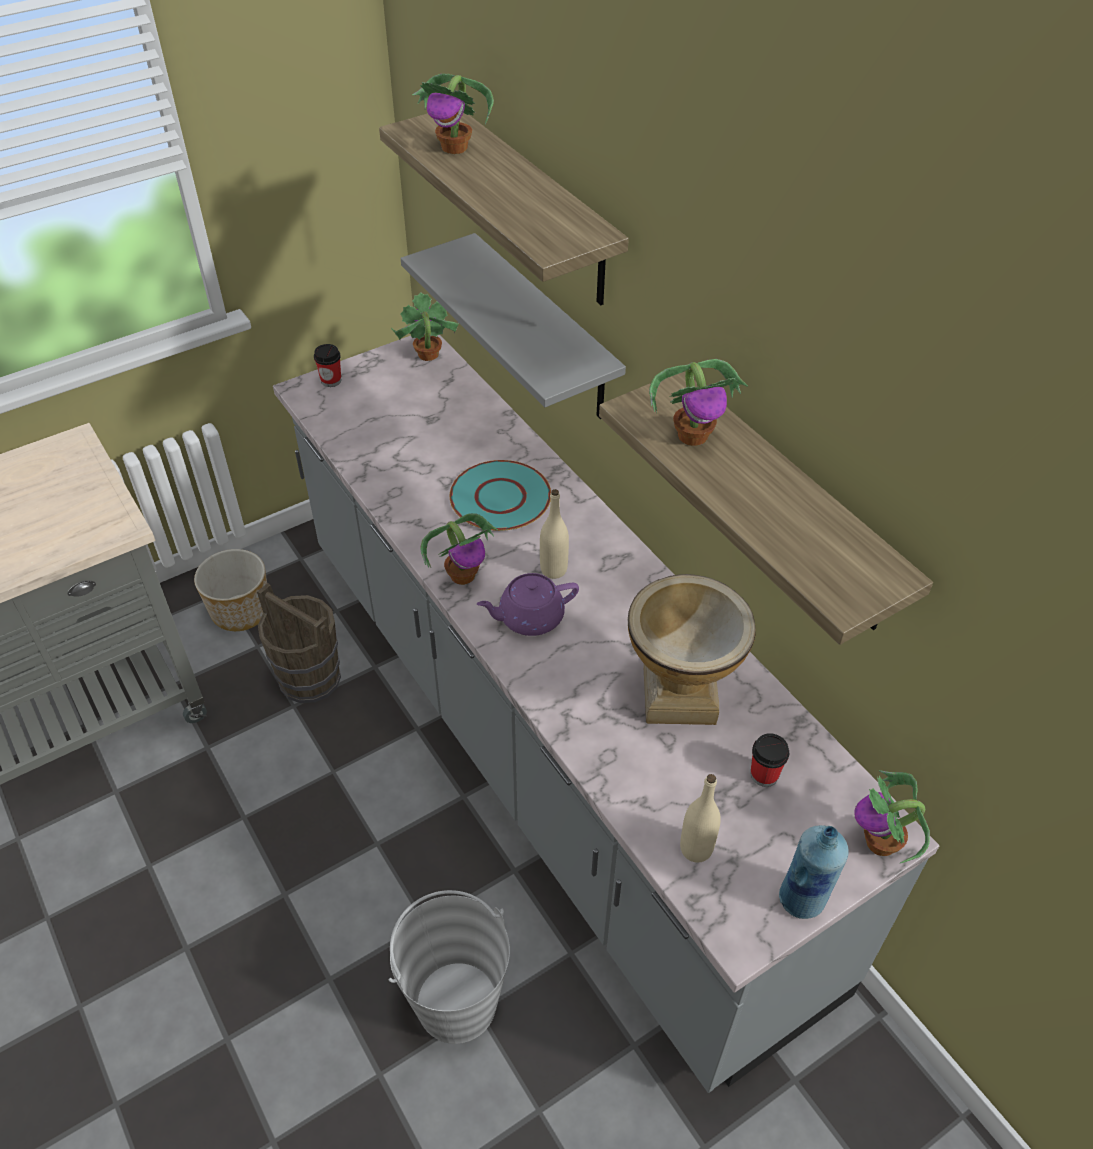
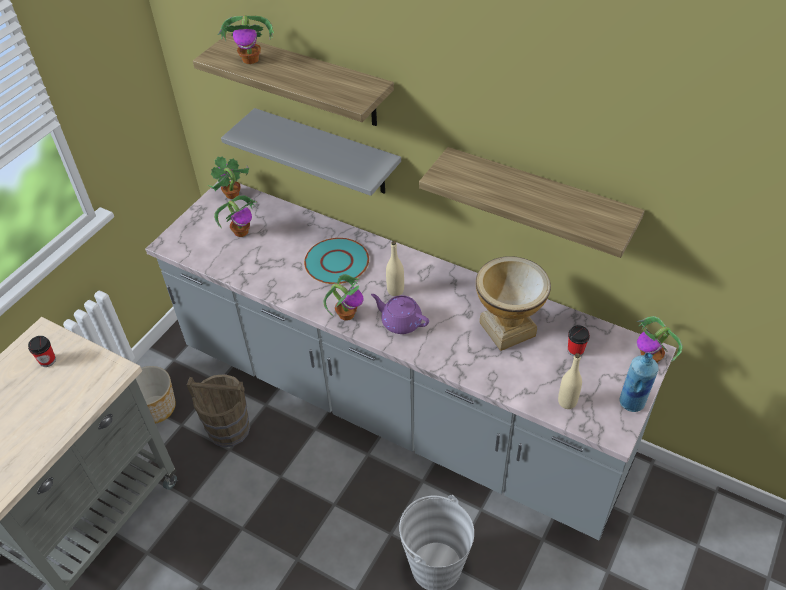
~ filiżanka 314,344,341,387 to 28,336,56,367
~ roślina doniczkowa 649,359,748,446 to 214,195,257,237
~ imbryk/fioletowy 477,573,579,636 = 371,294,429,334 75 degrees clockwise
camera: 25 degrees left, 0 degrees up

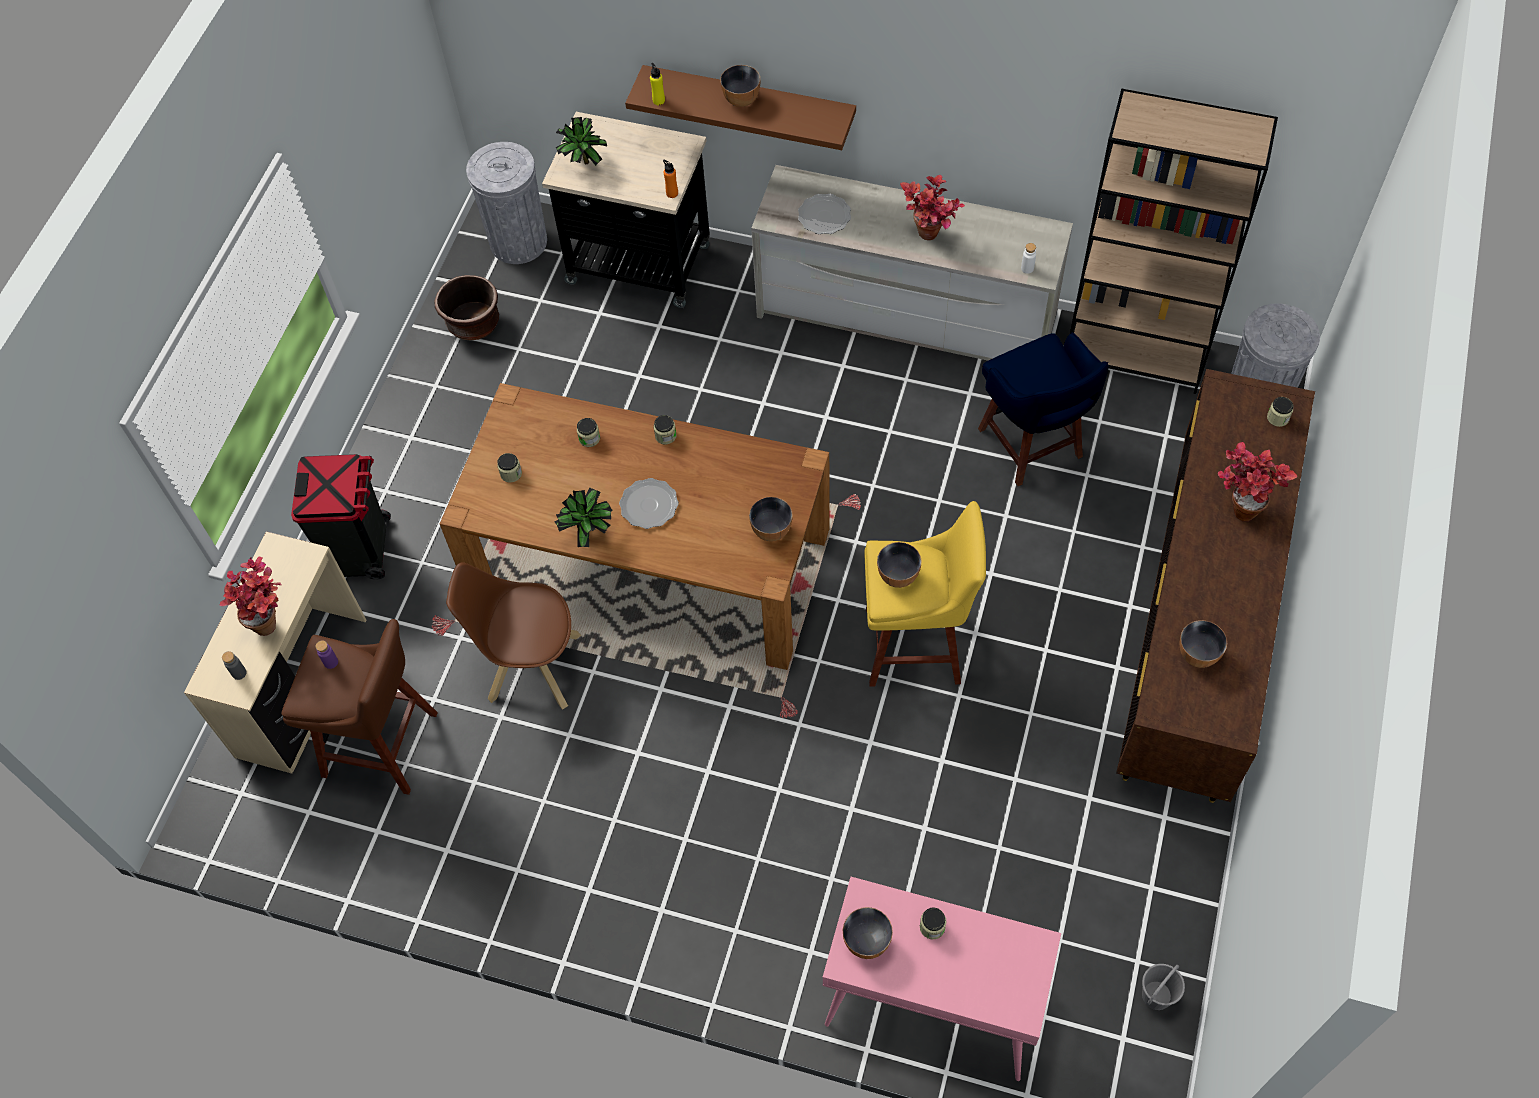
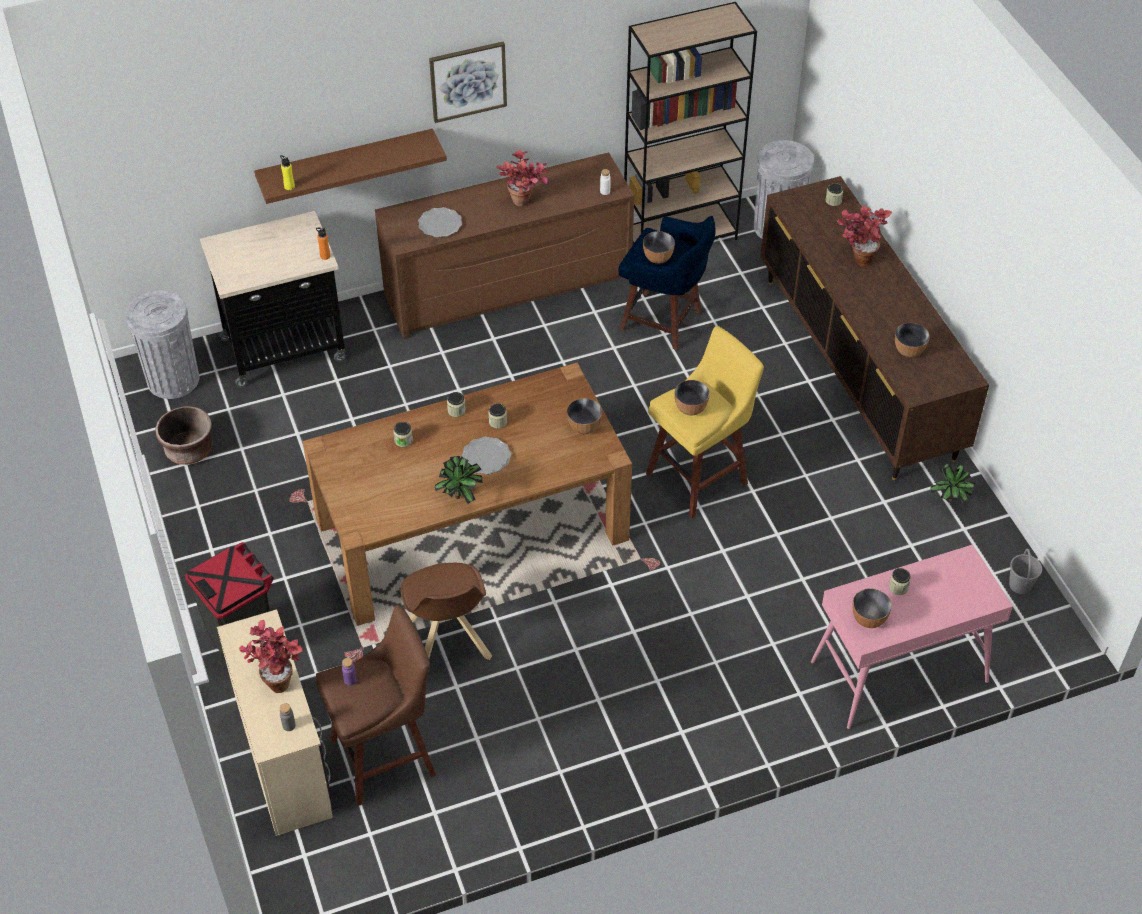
+ obraz 429,42,507,123
~ słoik 497,453,522,483 to 488,403,507,429
~ roślina doniczkowa 556,117,607,166 to 931,463,976,503
~ miska 720,65,760,107 to 643,231,675,264
~ komoda/biały 751,165,1073,361 to komoda/brązowy 375,152,634,339
~ krzesło/brązowy 446,562,581,710 = 401,563,492,660 75 degrees counterclockwise
camera: 40 degrees left, 10 degrees down

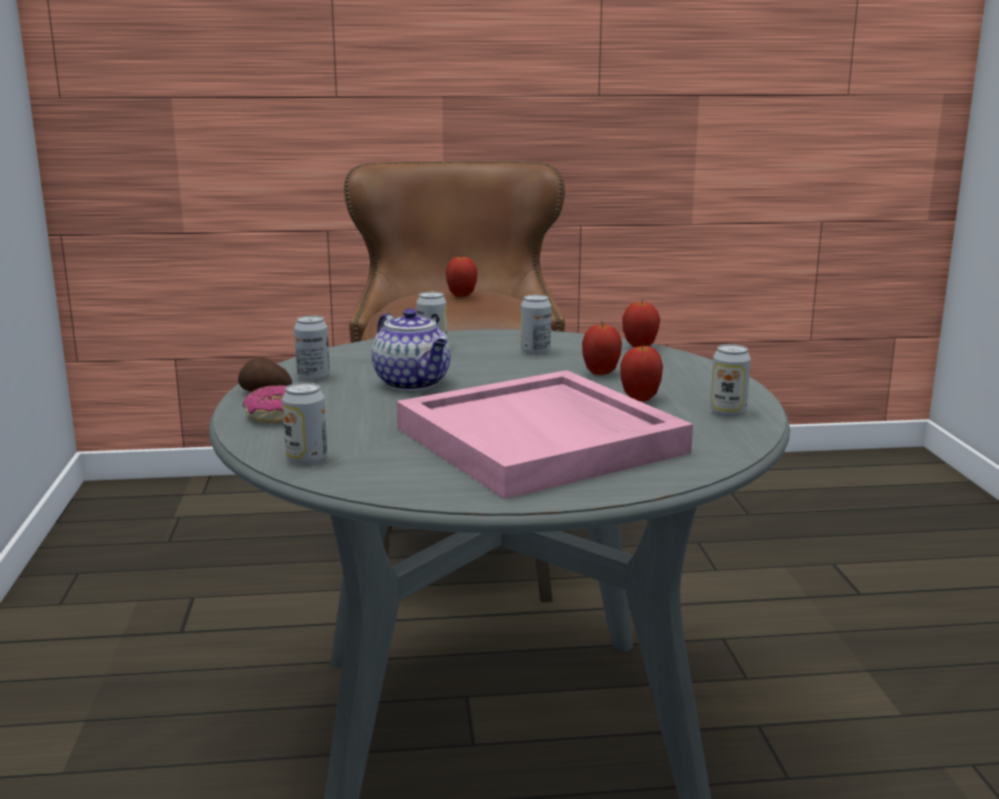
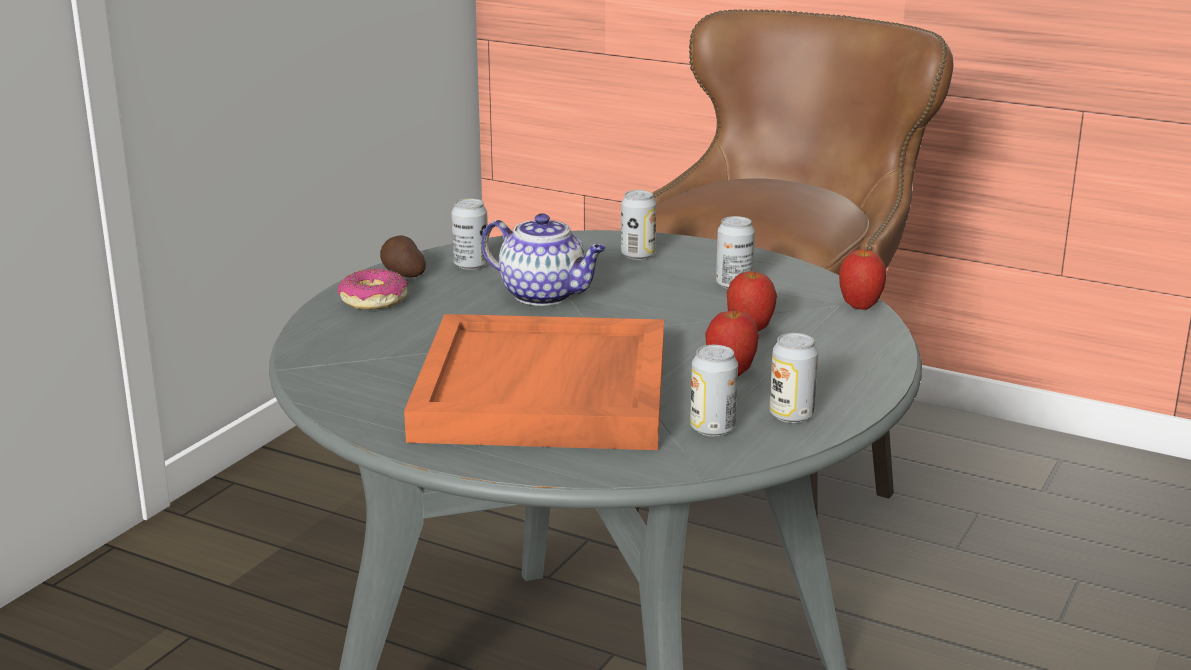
- jabłko 446,256,478,297
~ puszka 282,382,327,465 to 690,345,738,436
~ taca/różowy 396,370,693,499 to taca/pomarańczowy 404,314,664,450
~ imbryk 371,308,451,391 = 481,213,606,306 60 degrees counterclockwise
camera: 35 degrees right, 5 degrees up

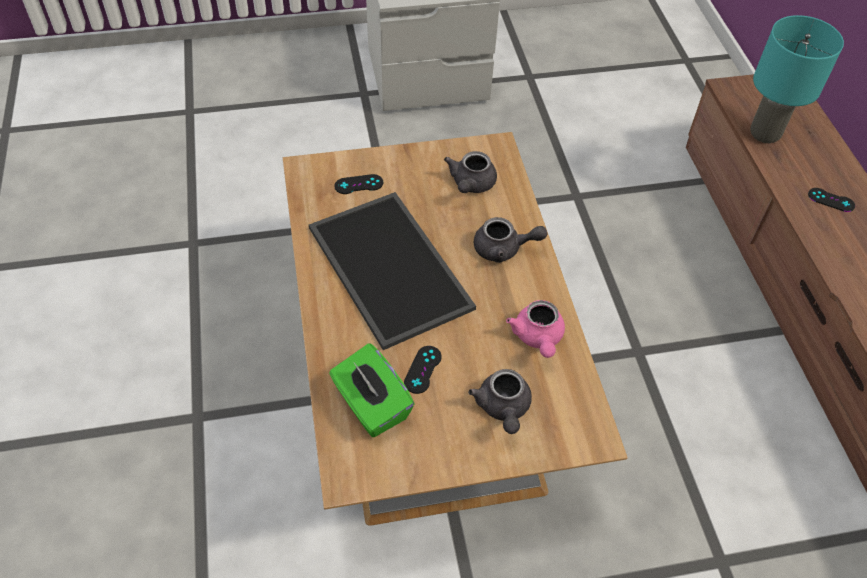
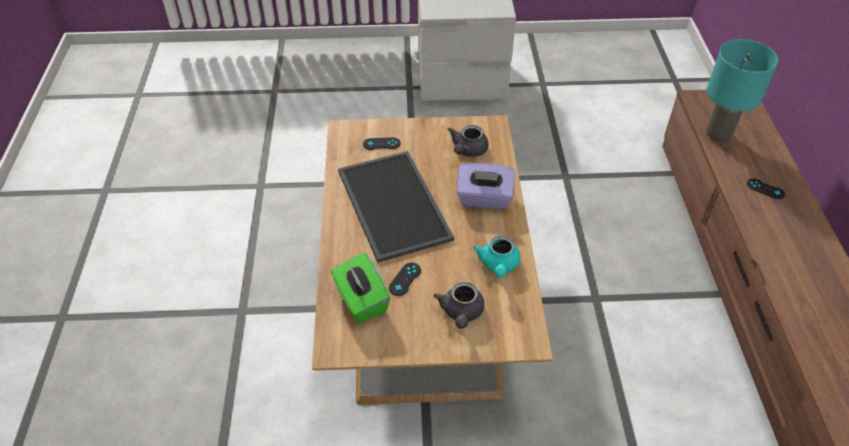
~ imbryk/szary 474,217,547,263 to pudełko chusteczek/fioletowy 457,163,515,209
~ imbryk/różowy 506,300,565,358 to imbryk/turkusowy 473,235,520,277
camera: 10 degrees right, 5 degrees down

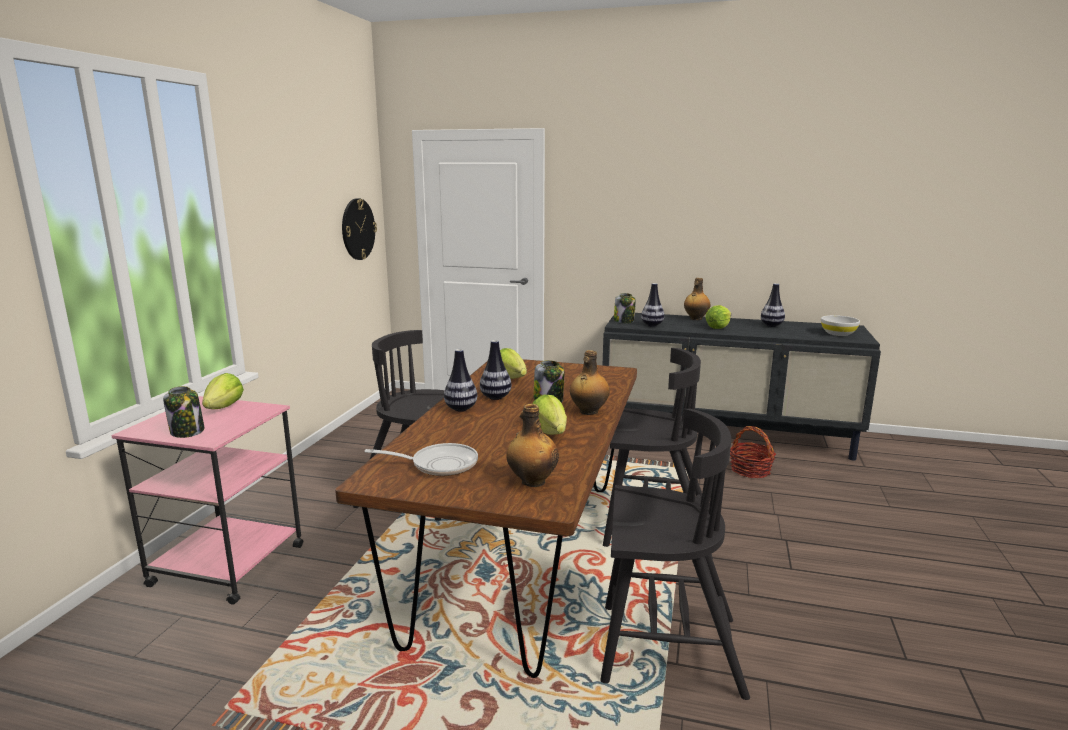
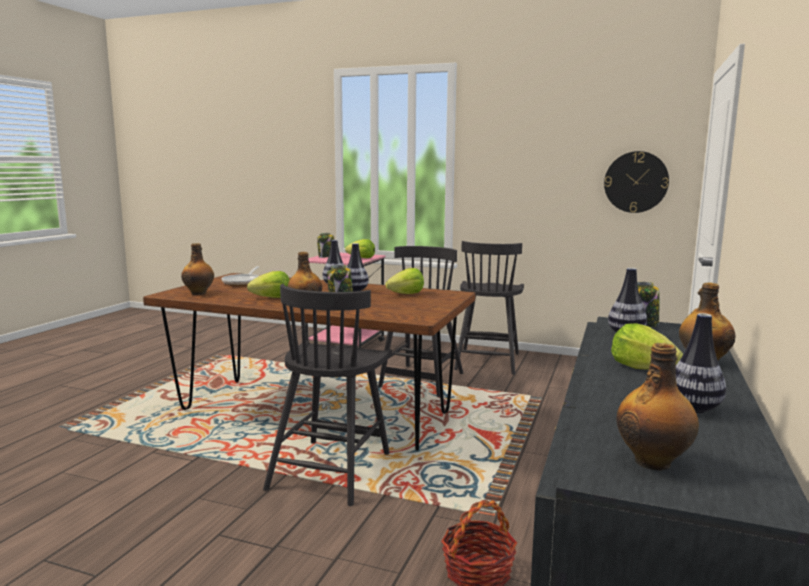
~ krzesło/czarny 600,409,750,700 to 454,241,524,375
~ miska/biały 821,315,860,336 to butelka 617,343,699,471
camera: 95 degrees right, 5 degrees down

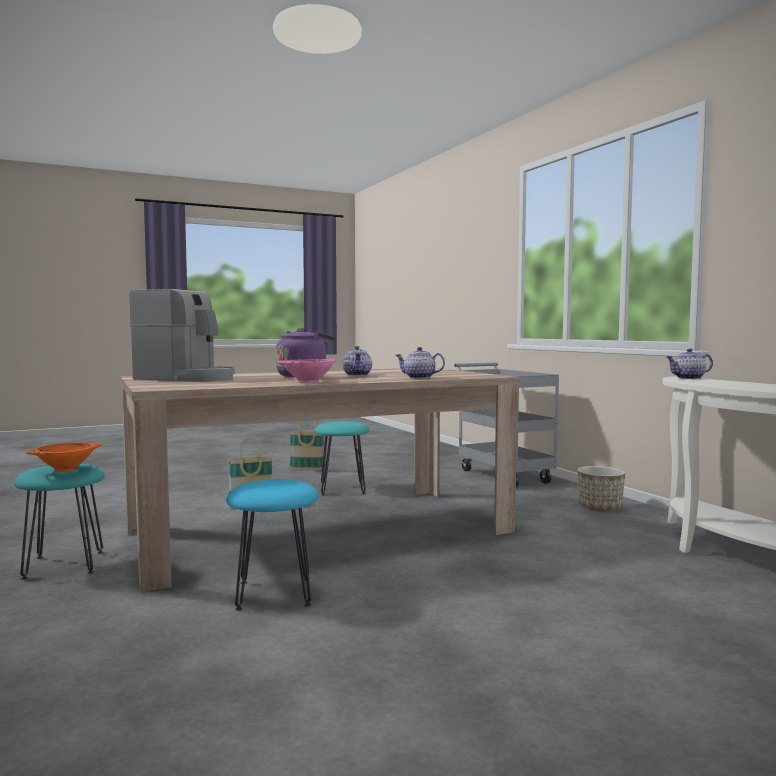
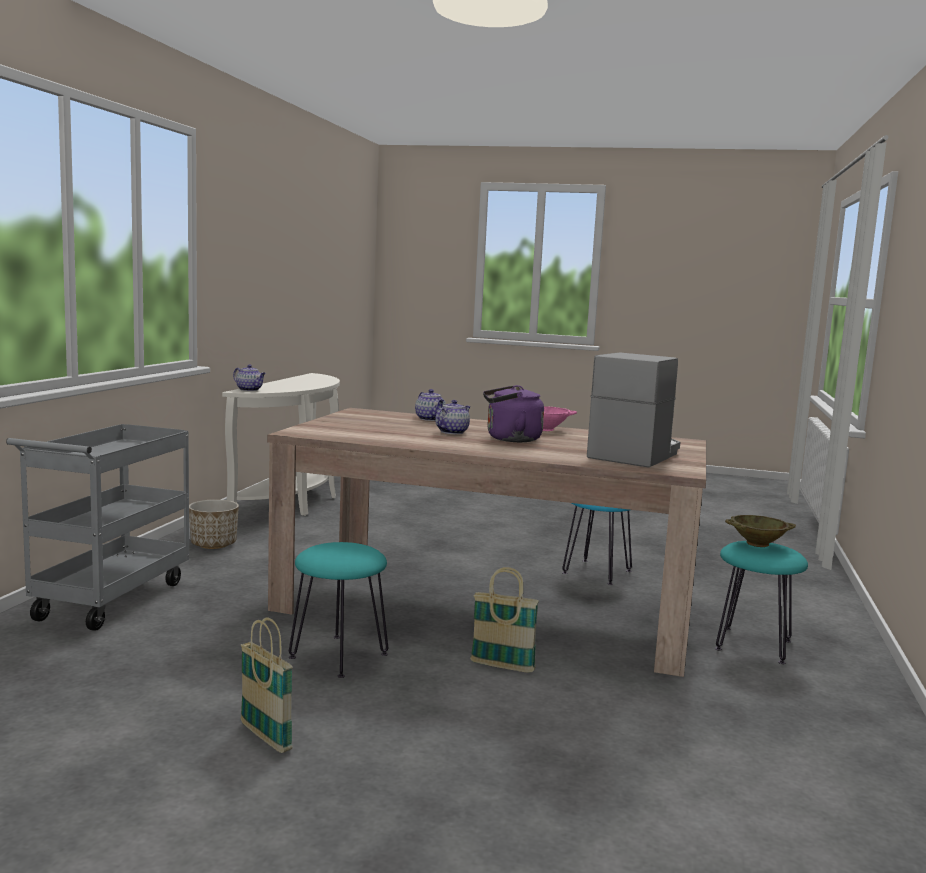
~ miska/pomarańczowy 26,443,102,472 to miska/beżowy 725,515,796,547
~ ekspres do kawy 129,289,235,382 = 587,353,680,468 60 degrees clockwise
camera: 140 degrees left, 5 degrees up

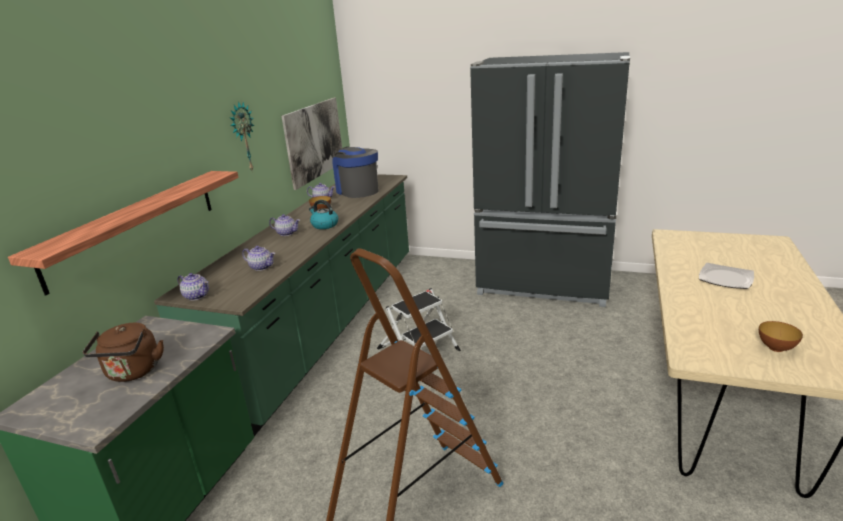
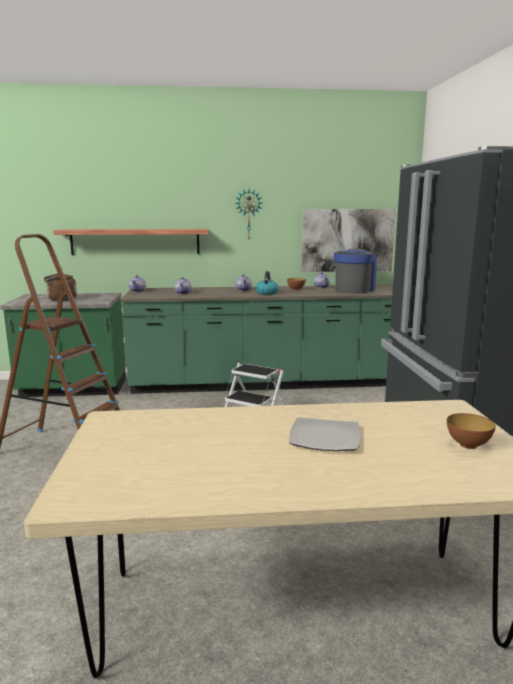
~ miska 759,321,803,352 to 447,413,496,449
camera: 65 degrees right, 10 degrees down

